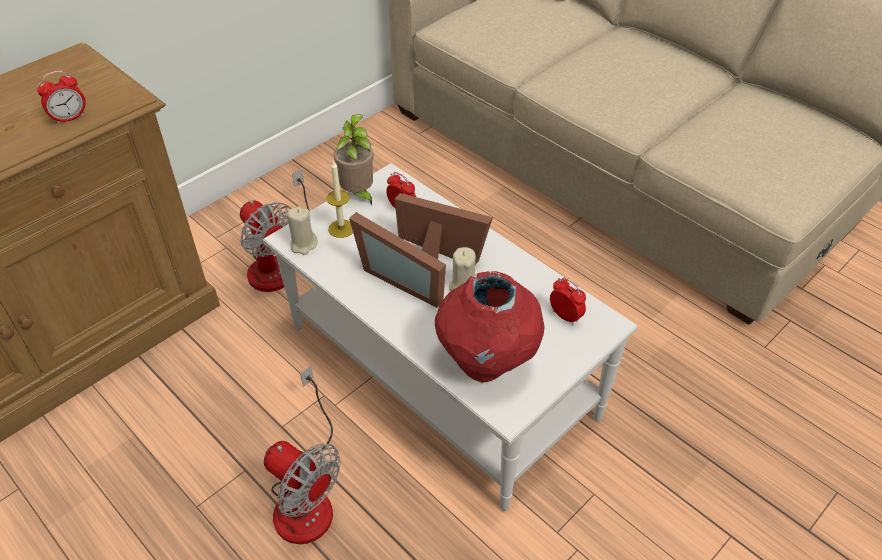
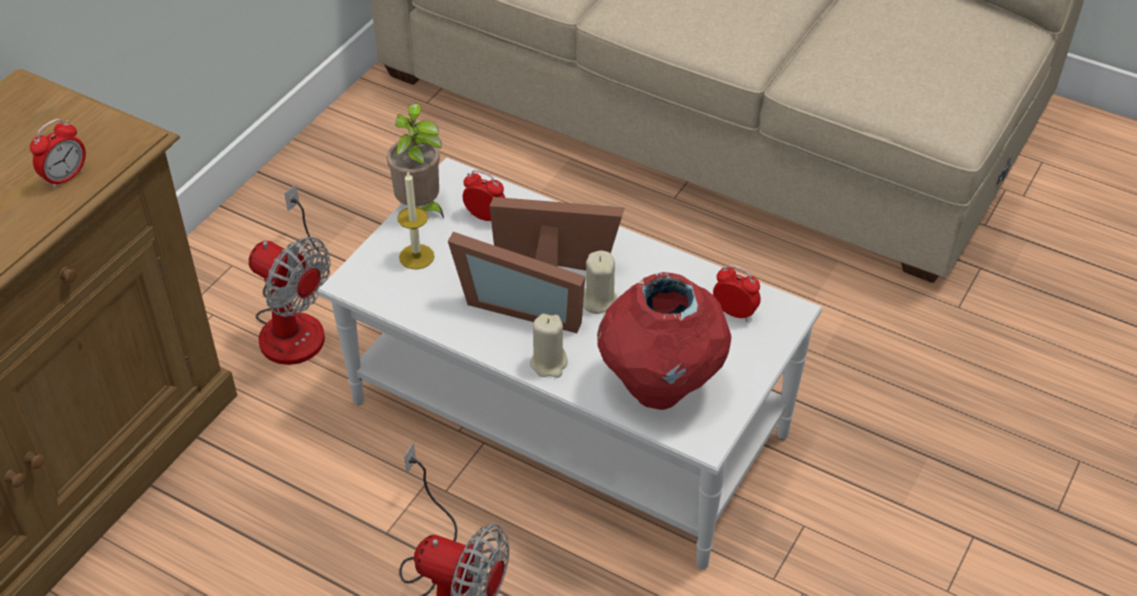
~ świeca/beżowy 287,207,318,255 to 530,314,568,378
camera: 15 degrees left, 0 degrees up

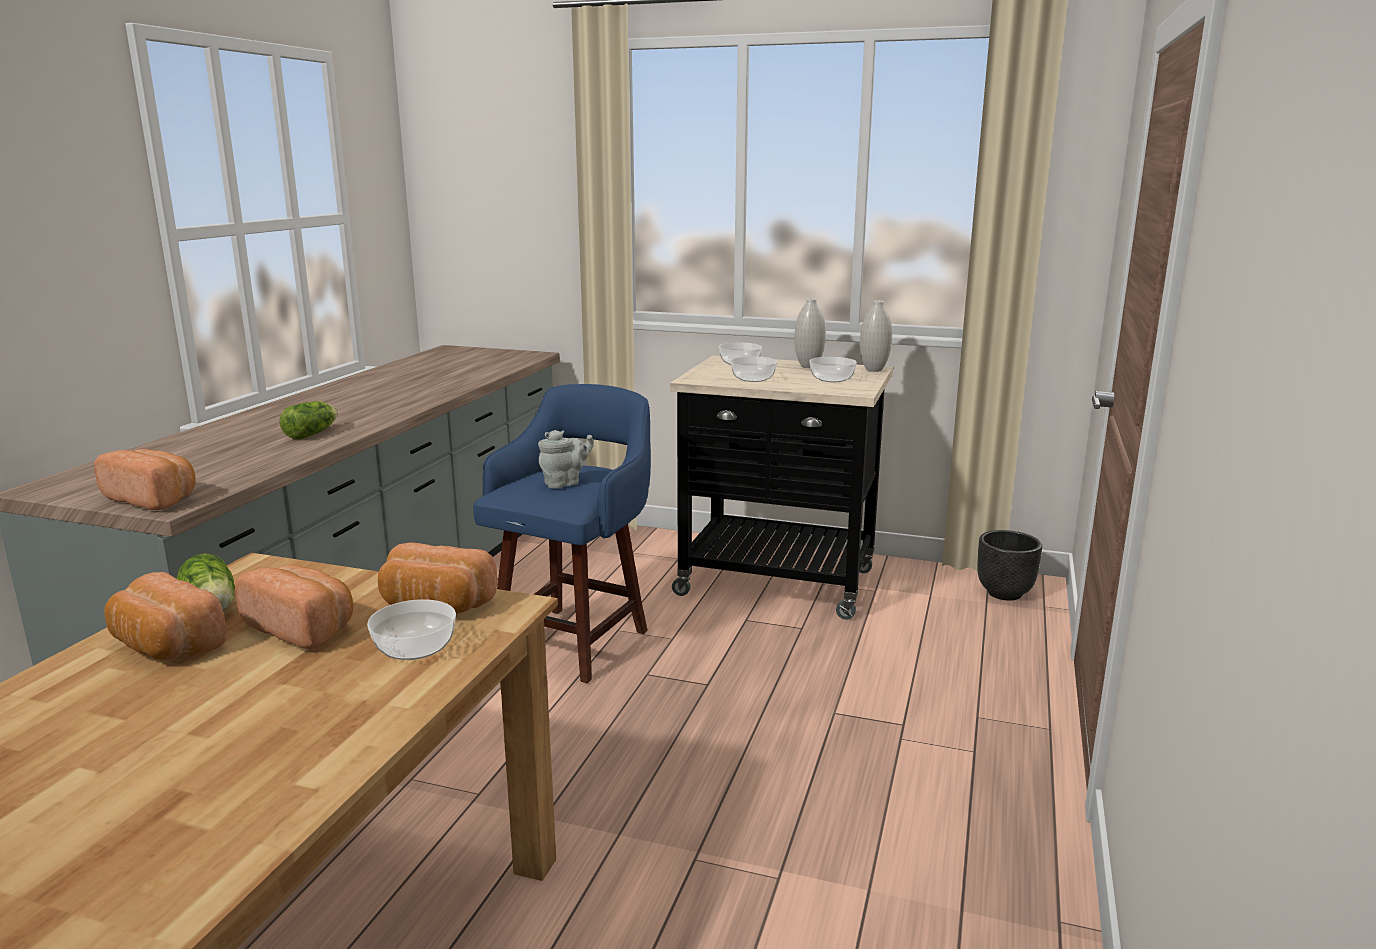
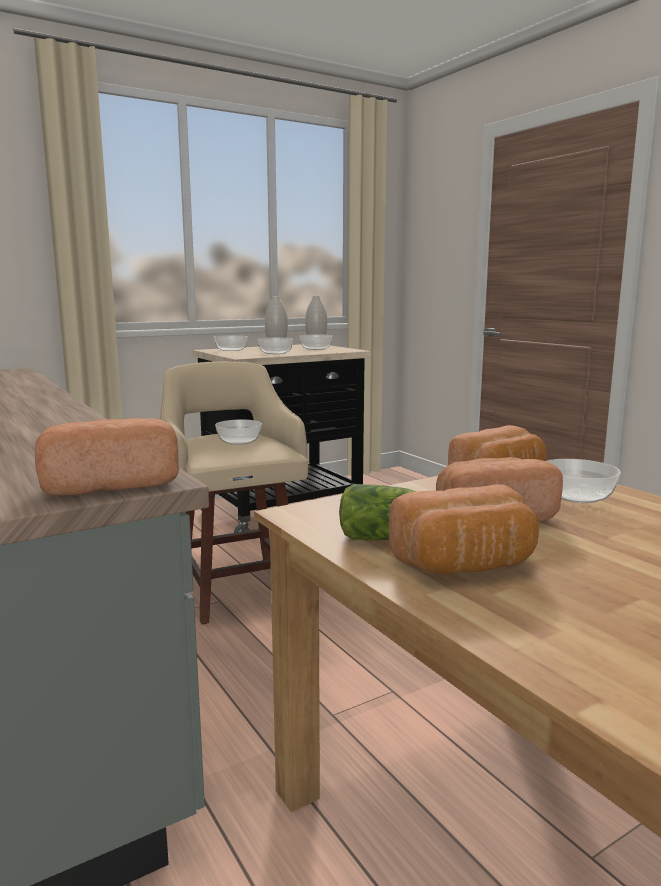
- sałata 279,401,337,440
- donica/czarny 977,530,1042,601
~ imbryk/szary 538,430,594,488 to miska 215,420,262,445
~ stołek/niebieski 473,384,651,683 to stołek/beżowy 160,361,308,624
camera: 50 degrees left, 5 degrees down

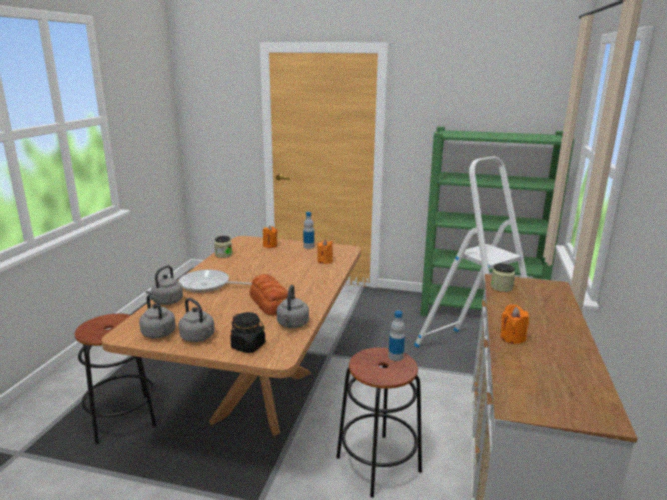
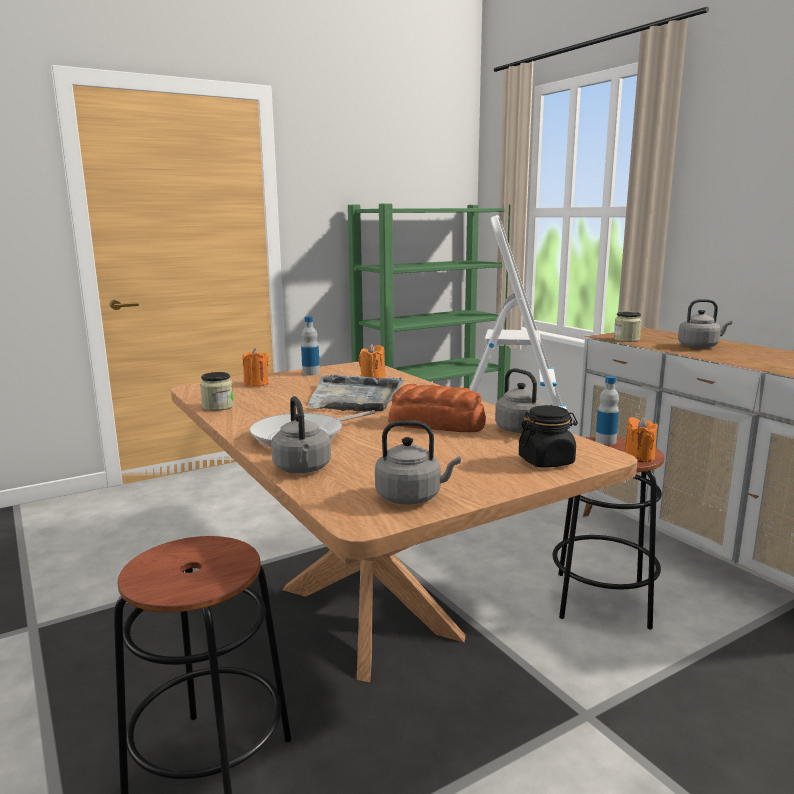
+ taca/szary 307,374,403,412
~ czajnik/szary 178,298,215,342 to 678,299,732,348
~ świeca/pomarańczowy 500,304,529,344 to 625,417,658,462
camera: 45 degrees left, 5 degrees down

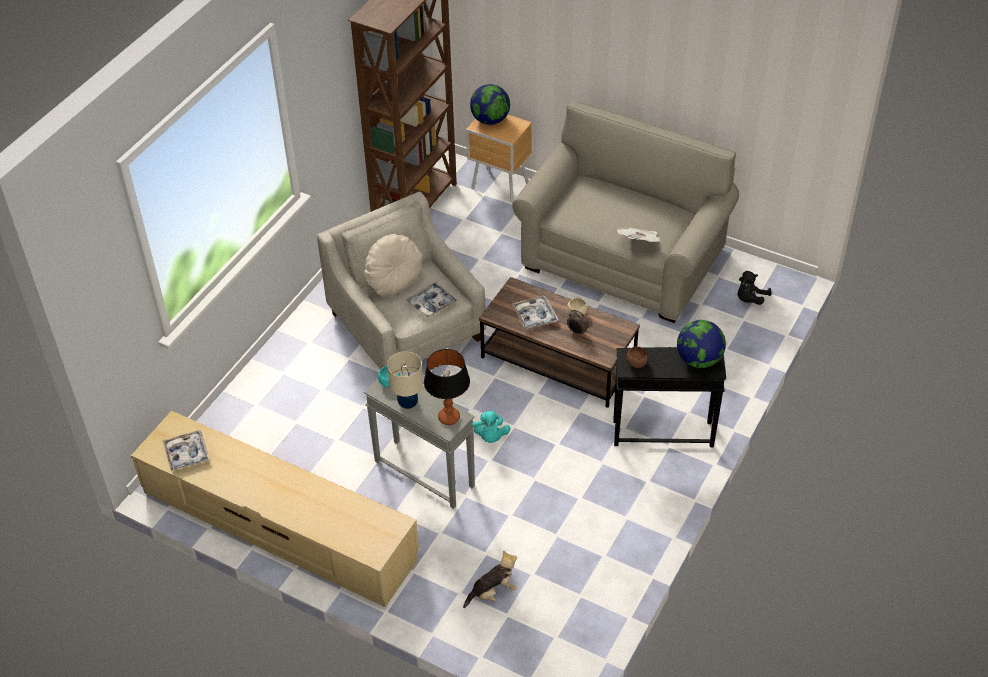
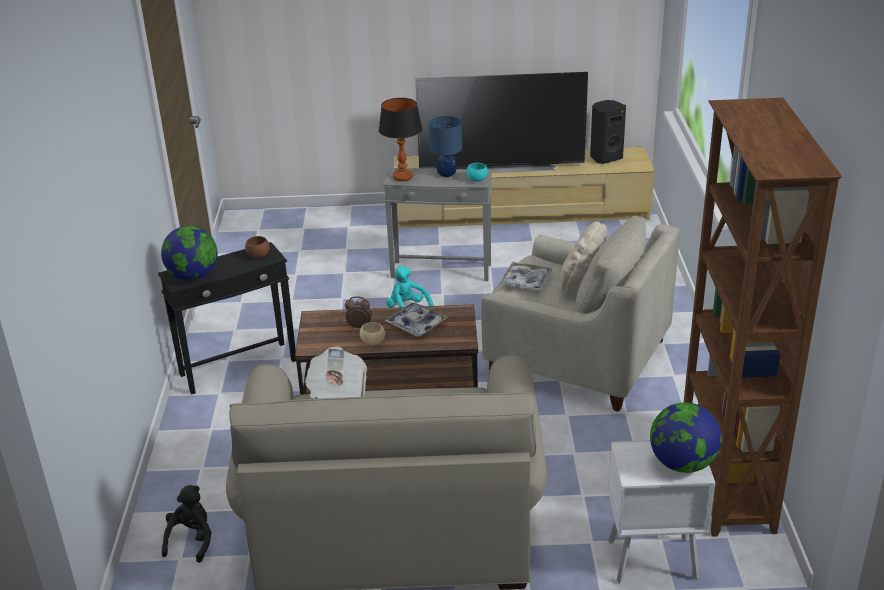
- pluszak 463,550,517,608
+ telewizor 415,72,588,173
~ taca 163,430,210,471 to głośnik/czarny 590,100,626,164
~ lampa stołowa/beżowy 387,352,423,409 to lampa stołowa/niebieski 429,116,462,177
~ szafka nocna/brązowy 466,115,532,203 to szafka nocna/biały 608,440,715,583
camera: 150 degrees right, 15 degrees down

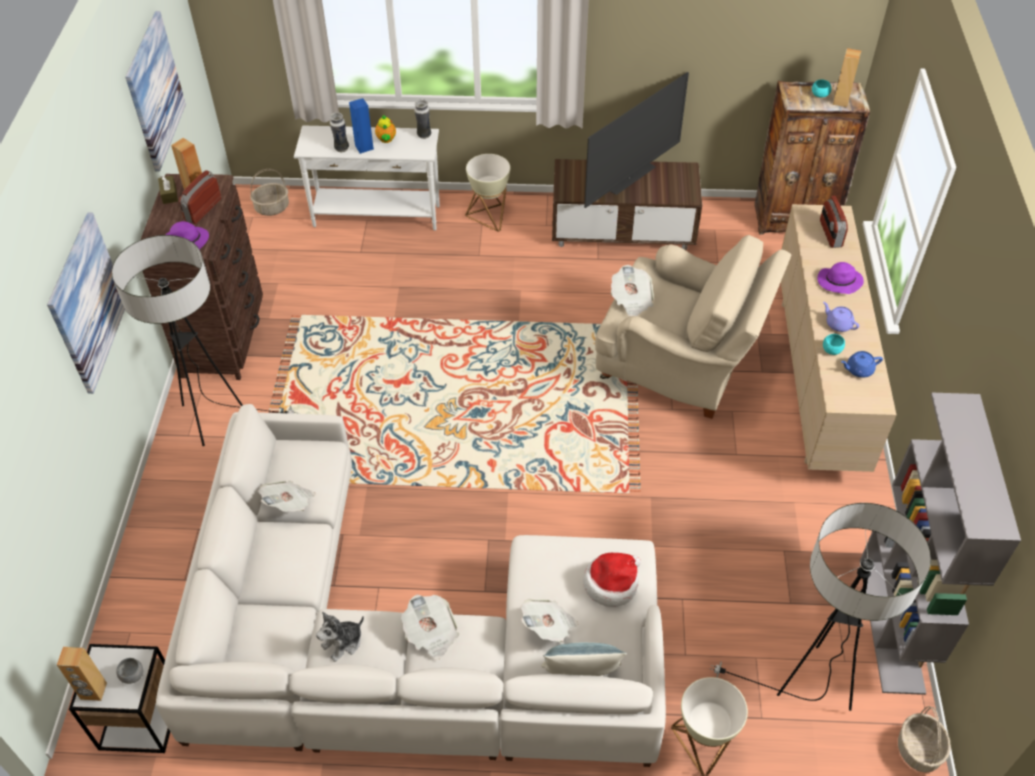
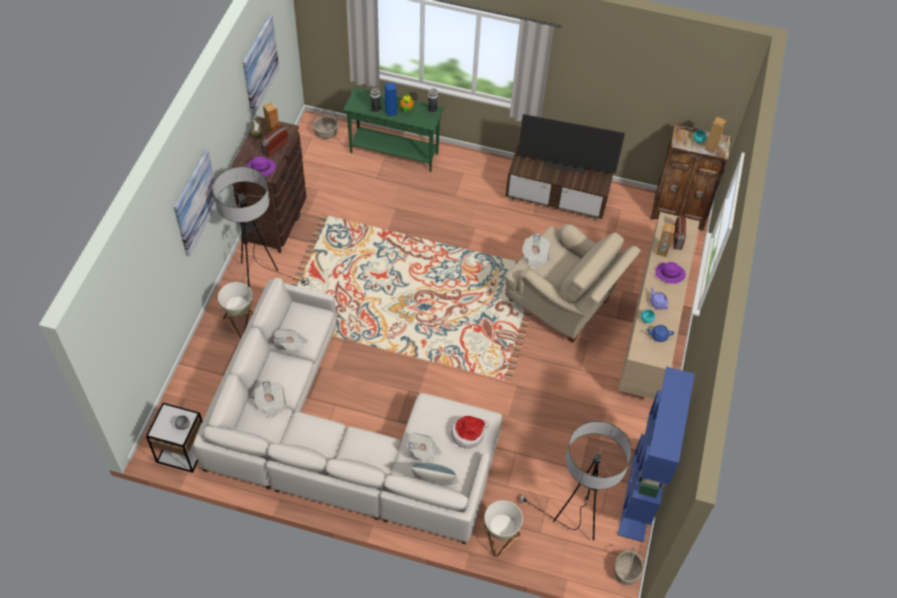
- pluszak 316,612,364,662
~ głośnik/brązowy 57,647,107,701 to 656,223,676,257
~ gazeta 401,594,459,660 to 254,380,286,419
~ donica 465,154,511,231 to 218,282,253,338
~ stolik konsolowy/biały 294,125,440,231 to stolik konsolowy/zielony 344,87,444,172
~ regał/szary 860,393,1021,695 to regał/niebieski 618,367,695,542
~ telewizor 584,72,689,208 = 518,114,625,174 45 degrees clockwise
camera: 10 degrees right, 5 degrees up

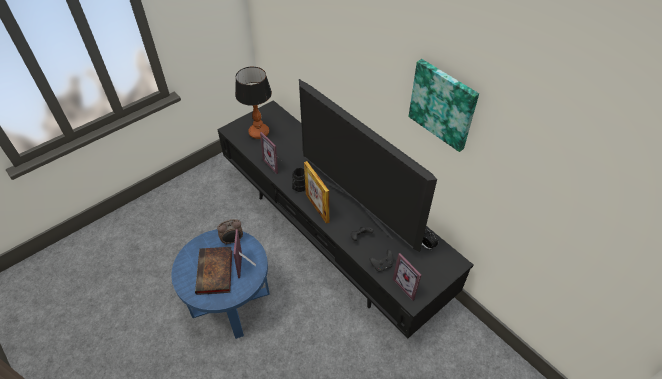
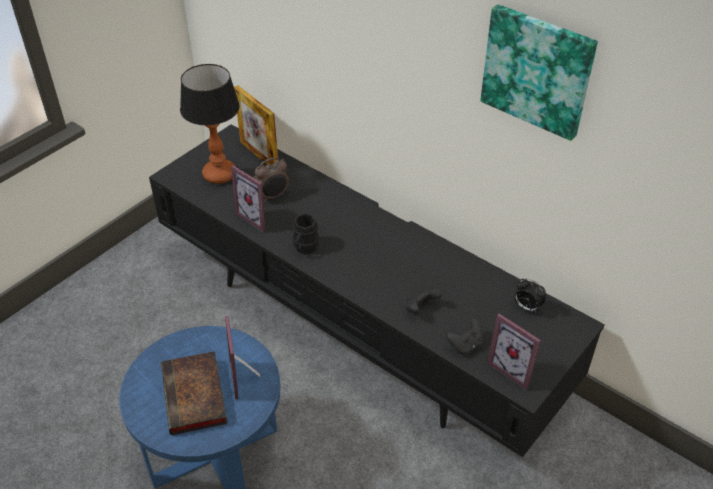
- telewizor 299,79,437,252
~ budzik 217,219,243,245 to 254,157,289,202
~ ramka na zdjęcie 304,161,329,224 to 234,85,278,165
camera: 10 degrees left, 5 degrees down

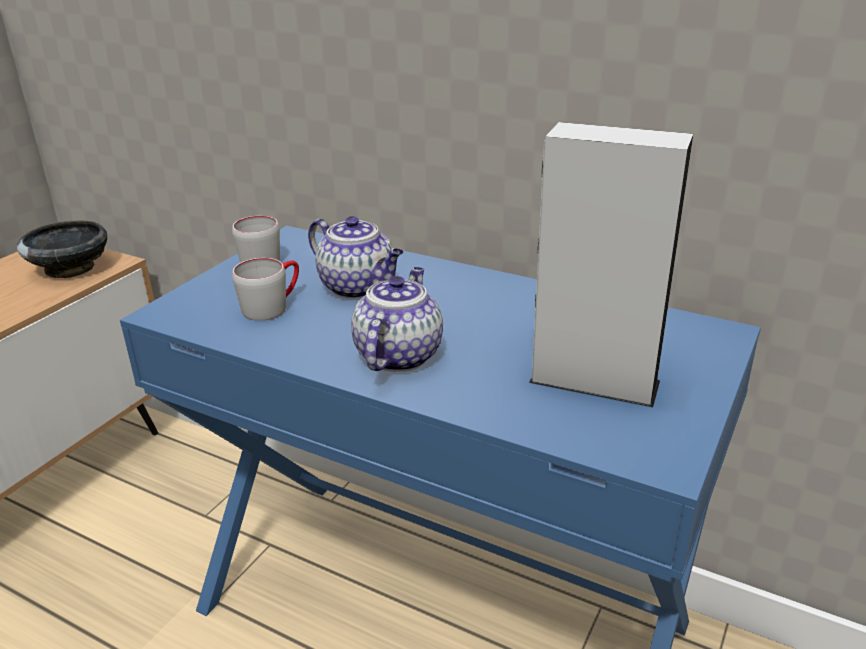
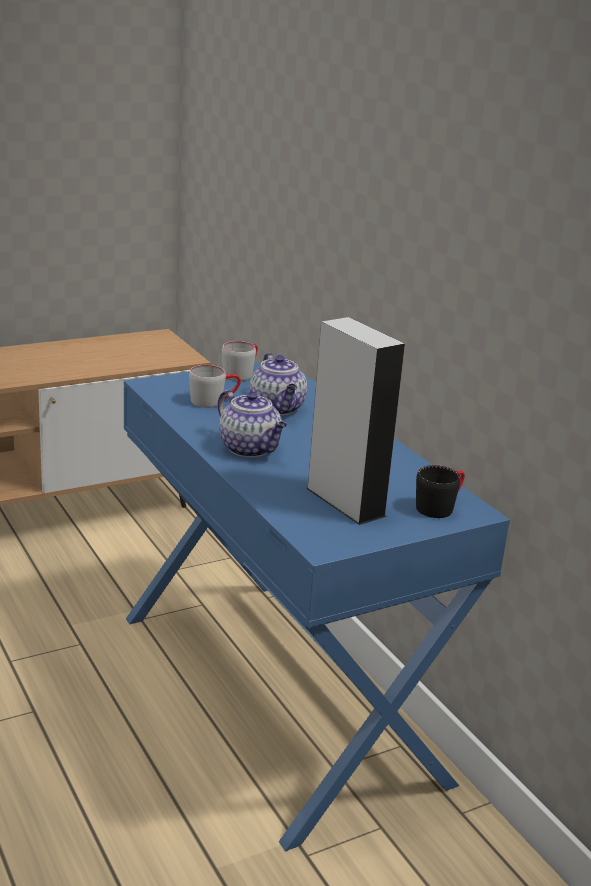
- miska/czarny 17,220,107,279
+ kubek/czarny 416,465,465,518
~ imbryk 351,267,443,372 = 218,390,287,457 90 degrees clockwise
camera: 30 degrees right, 5 degrees down

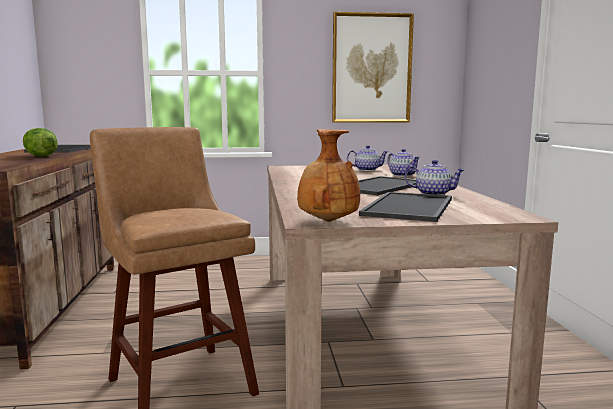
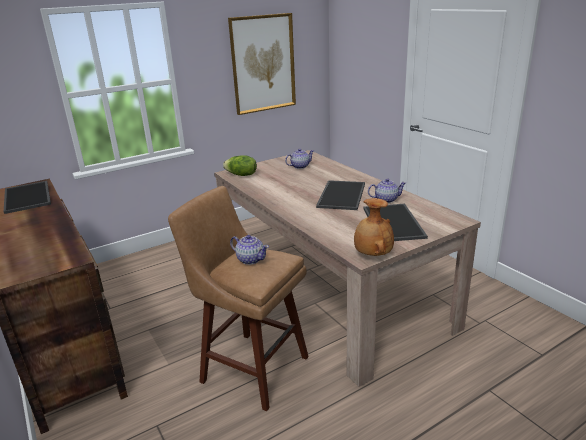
~ sałata 23,128,58,156 to 223,155,257,176
~ imbryk 387,149,420,177 to 230,235,269,265
camera: 25 degrees left, 15 degrees up

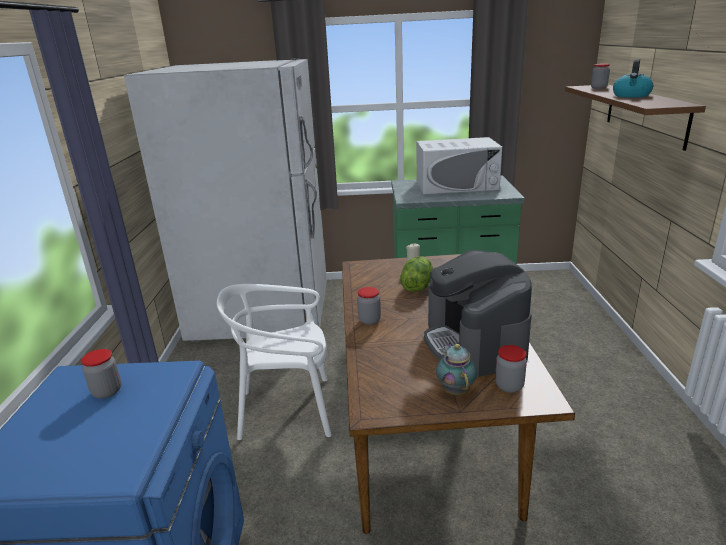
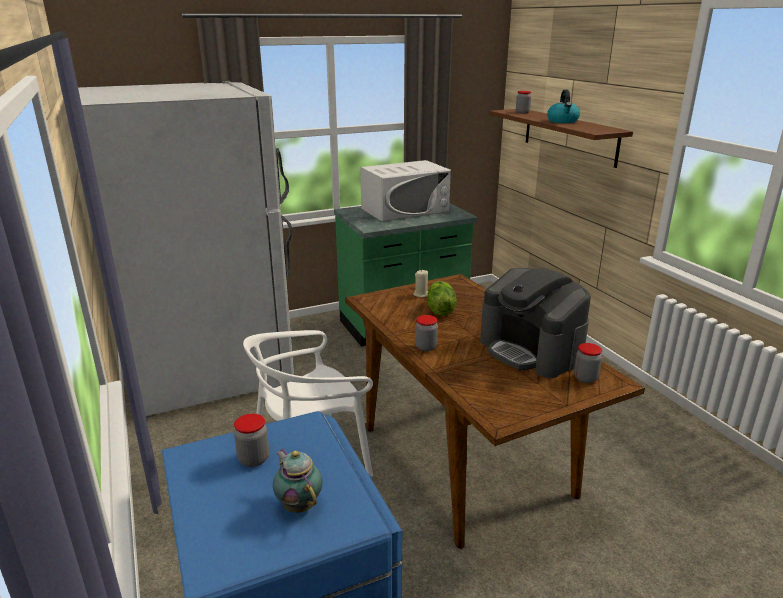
~ imbryk 436,343,477,395 to 273,449,322,513
camera: 25 degrees left, 0 degrees up

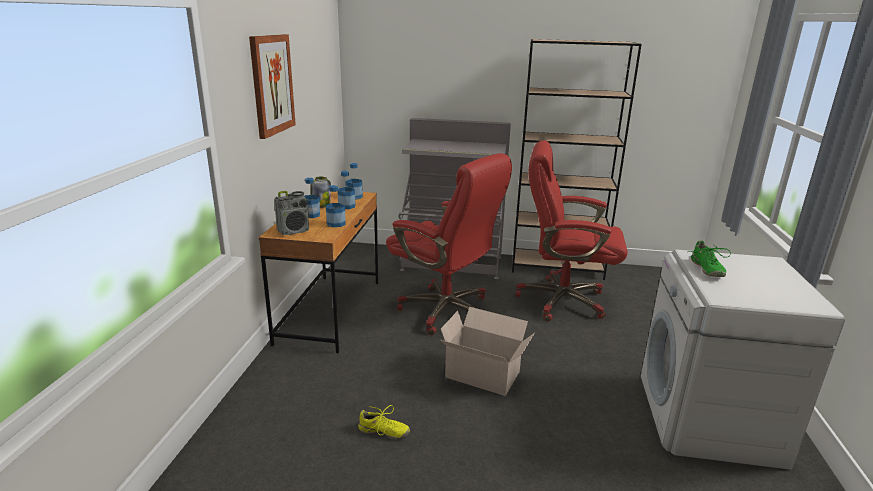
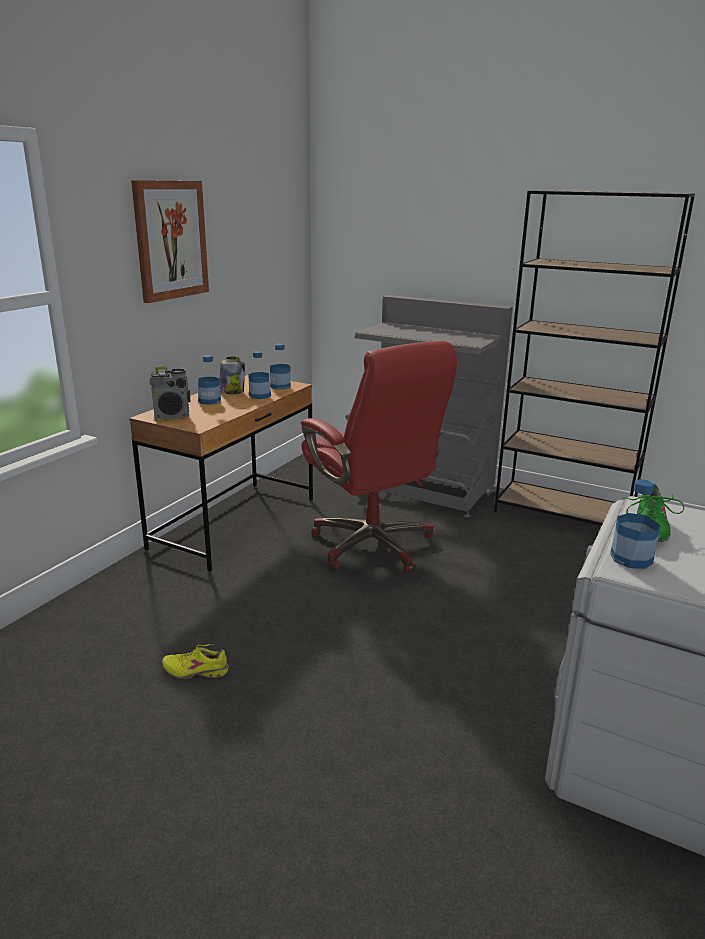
- karton 441,307,535,396
- krzesło biurowe/czerwony 515,140,628,322
~ butelka 326,185,346,227 to 610,479,661,569
~ but/żółty 358,405,410,439 = 161,644,229,679 150 degrees clockwise
camera: 20 degrees right, 0 degrees up

